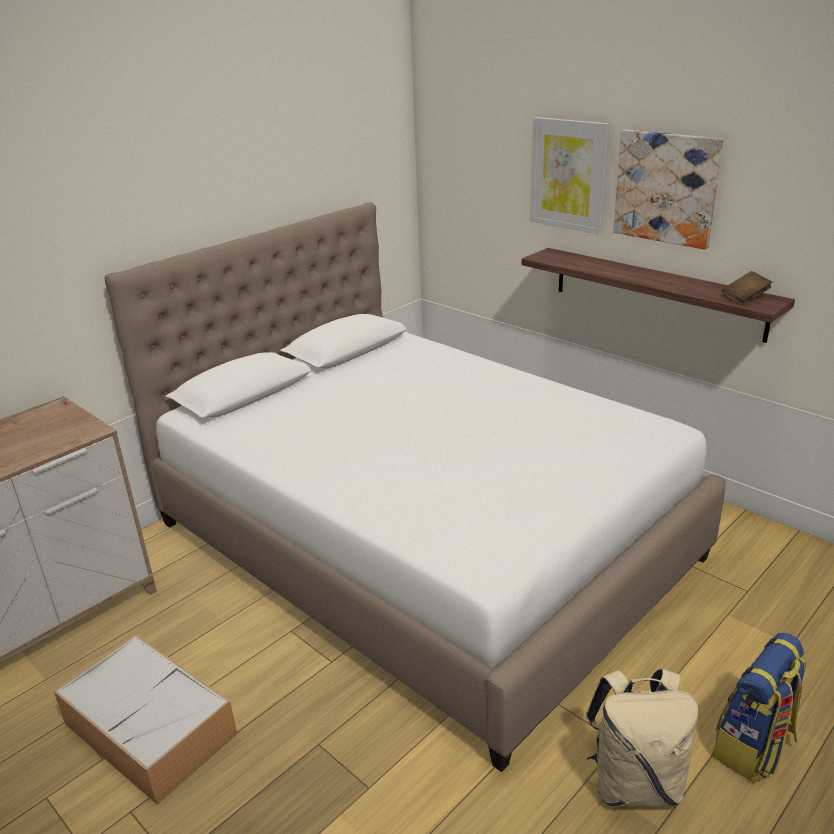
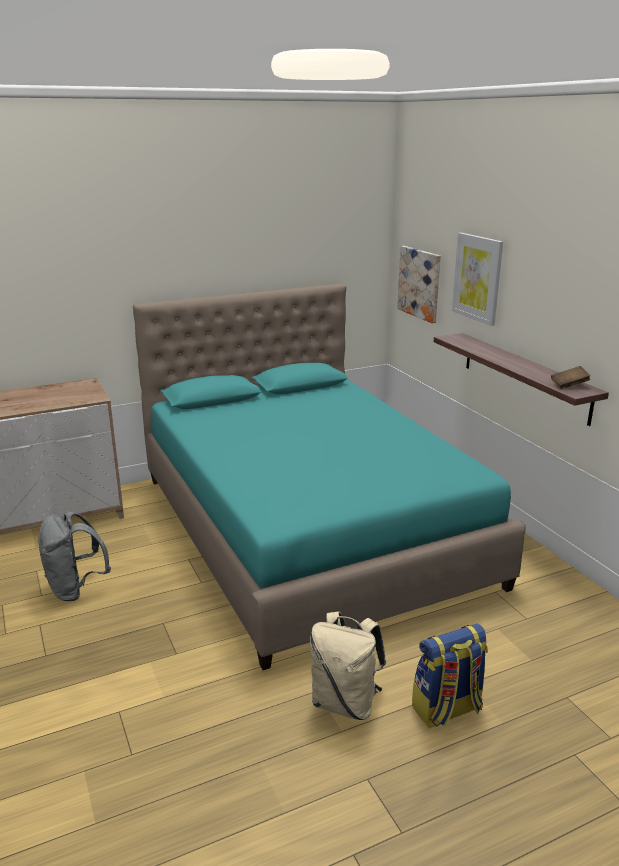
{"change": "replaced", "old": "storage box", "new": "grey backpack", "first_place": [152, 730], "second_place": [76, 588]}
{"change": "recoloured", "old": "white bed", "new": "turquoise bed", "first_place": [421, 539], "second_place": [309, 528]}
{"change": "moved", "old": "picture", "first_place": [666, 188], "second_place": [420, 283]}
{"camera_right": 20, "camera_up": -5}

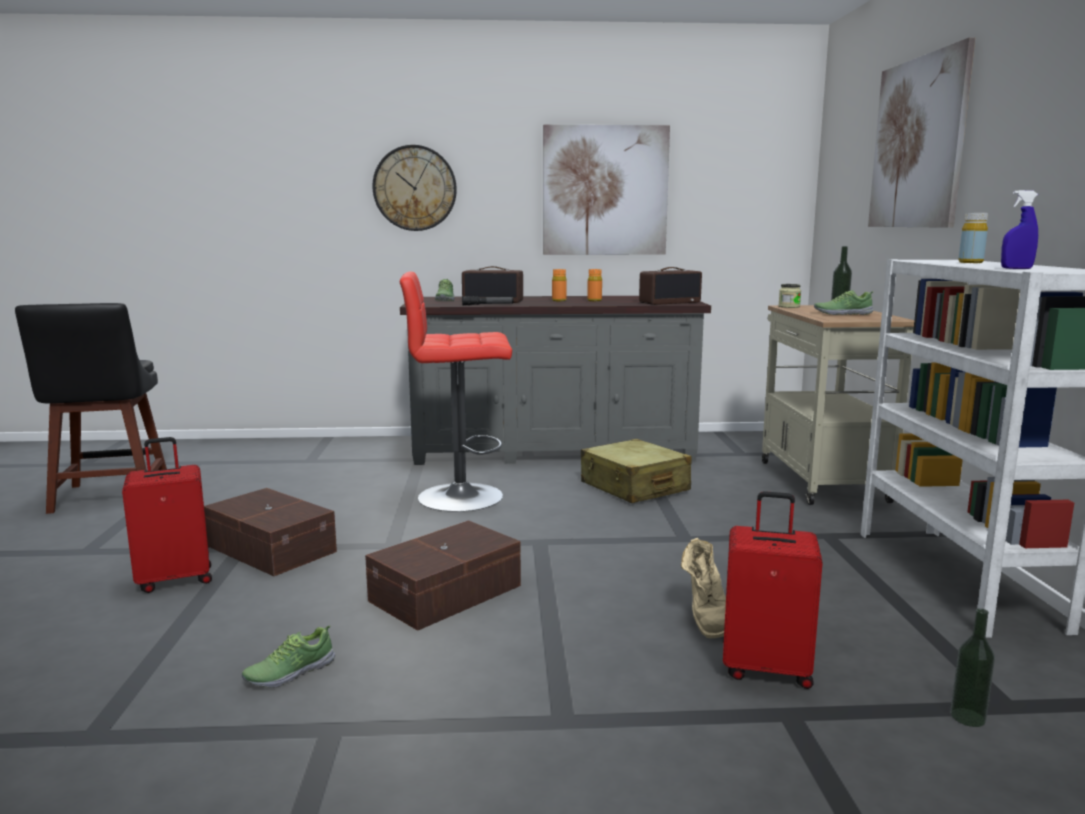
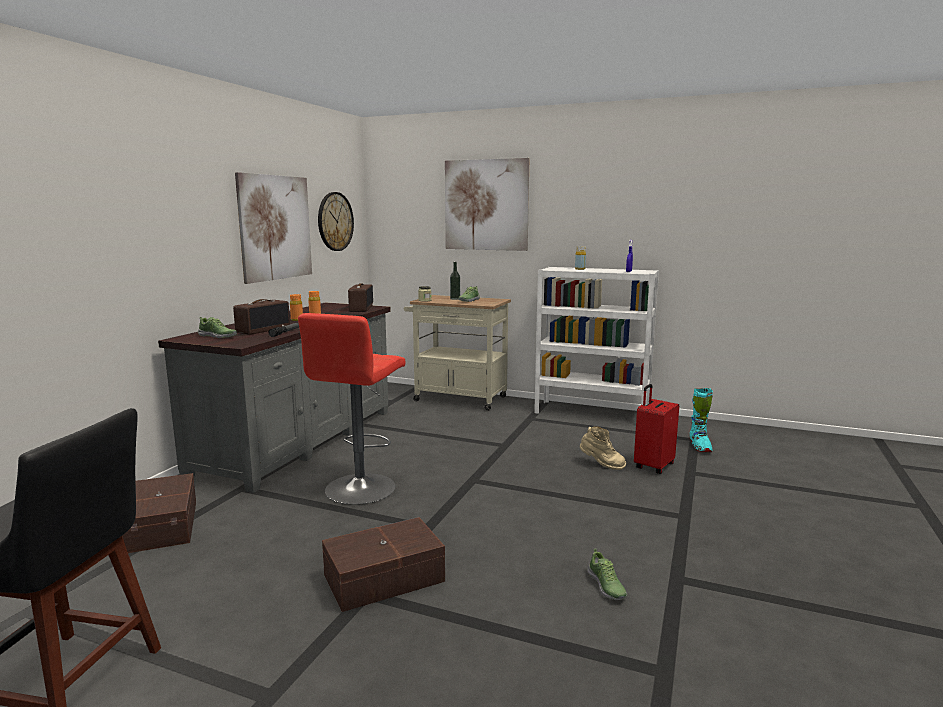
{"change": "removed", "old": "red suitcase", "first_place": [175, 579]}
{"change": "moved", "old": "brown storage box", "first_place": [448, 593], "second_place": [164, 525]}
{"change": "moved", "old": "wall clock", "first_place": [415, 188], "second_place": [335, 221]}
{"change": "removed", "old": "beige suitcase", "first_place": [634, 487]}
{"change": "replaced", "old": "bottle", "new": "turquoise boot", "first_place": [967, 717], "second_place": [700, 447]}
{"camera_right": -65, "camera_up": 0}

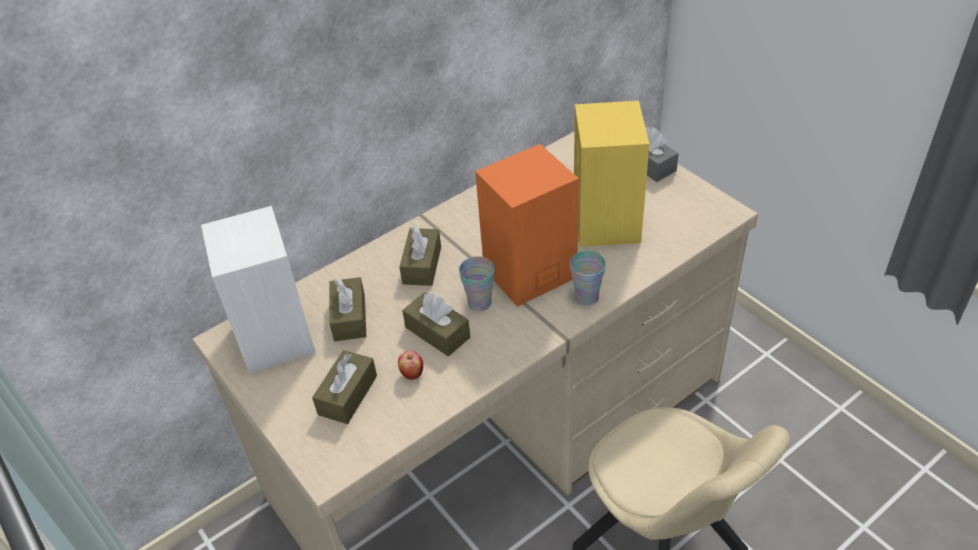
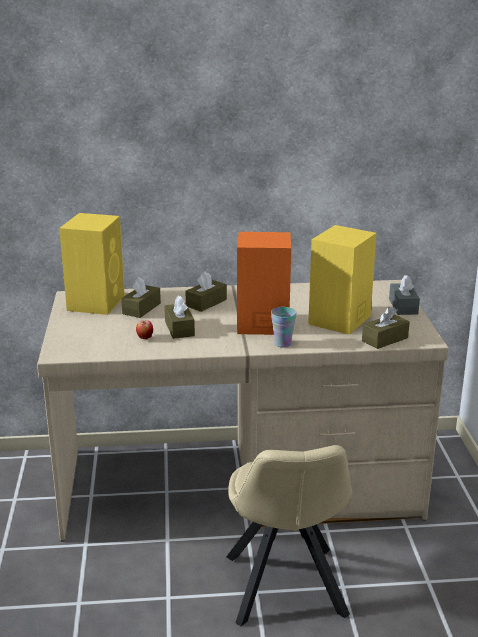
{"change": "recoloured", "old": "white speaker", "new": "yellow speaker", "first_place": [275, 334], "second_place": [96, 302]}
{"change": "moved", "old": "brown tissue box", "first_place": [347, 395], "second_place": [385, 339]}
{"change": "removed", "old": "cup", "first_place": [479, 303]}
{"camera_right": 30, "camera_up": -20}

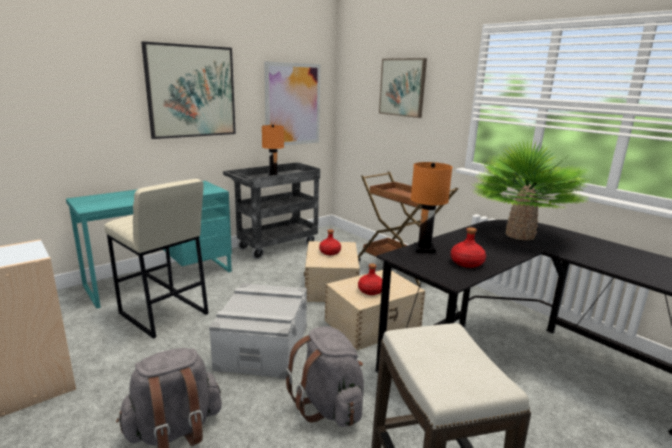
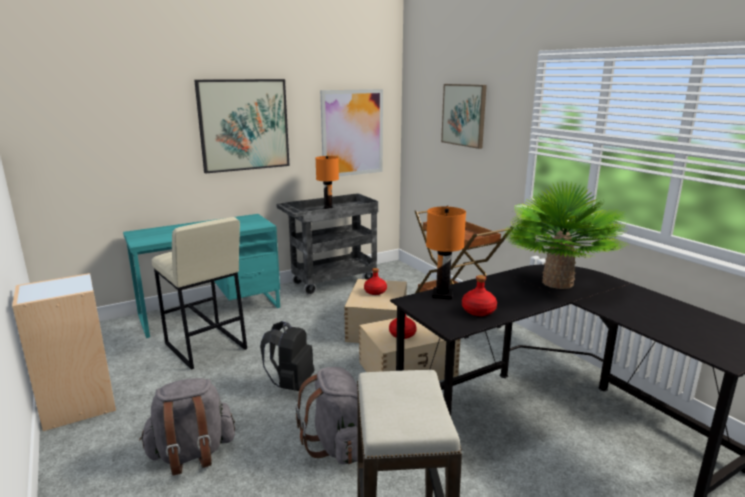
{"change": "replaced", "old": "grey storage box", "new": "black backpack", "first_place": [263, 346], "second_place": [291, 384]}
{"camera_right": 10, "camera_up": 0}

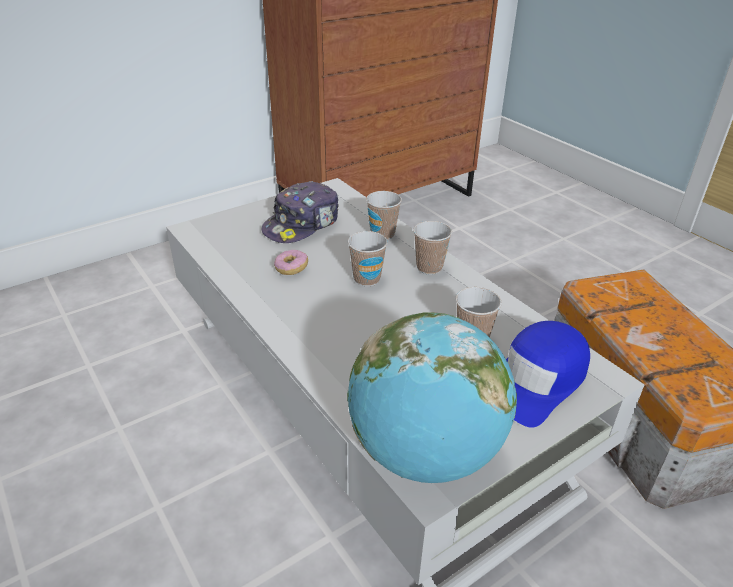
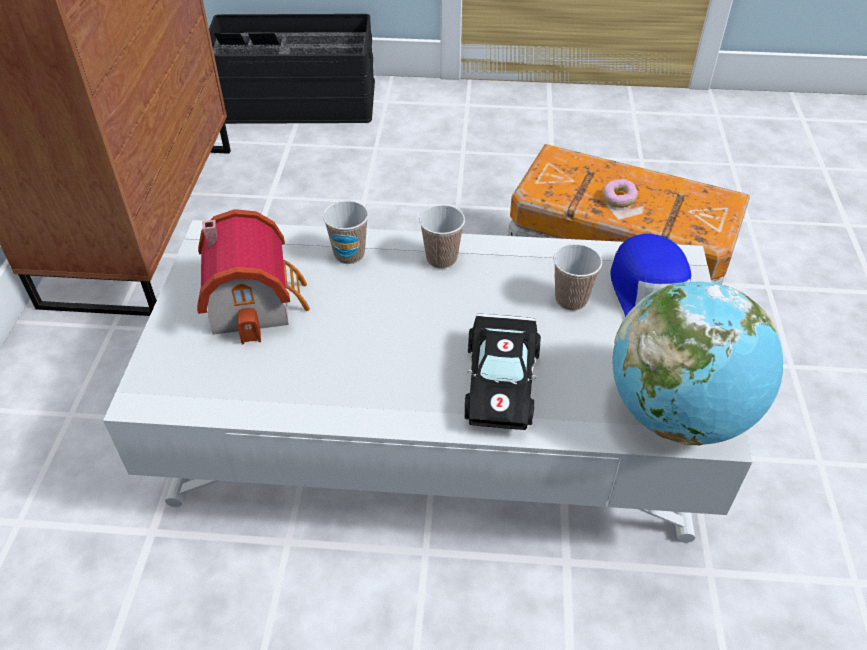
{"change": "replaced", "old": "cap", "new": "toy house", "first_place": [302, 225], "second_place": [256, 301]}
{"change": "moved", "old": "donut", "first_place": [291, 268], "second_place": [618, 199]}
{"change": "removed", "old": "cup", "first_place": [367, 279]}
{"change": "added", "new": "black storage box", "second_place": [295, 101]}
{"change": "added", "new": "black toy car", "second_place": [501, 380]}
{"camera_right": -50, "camera_up": 10}

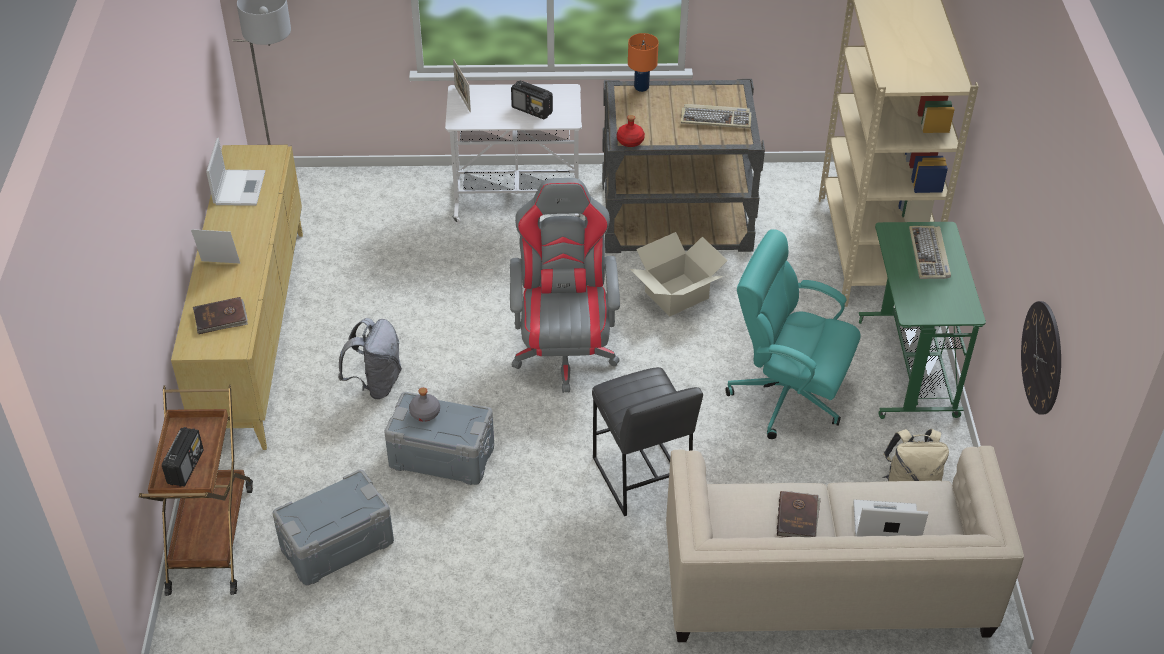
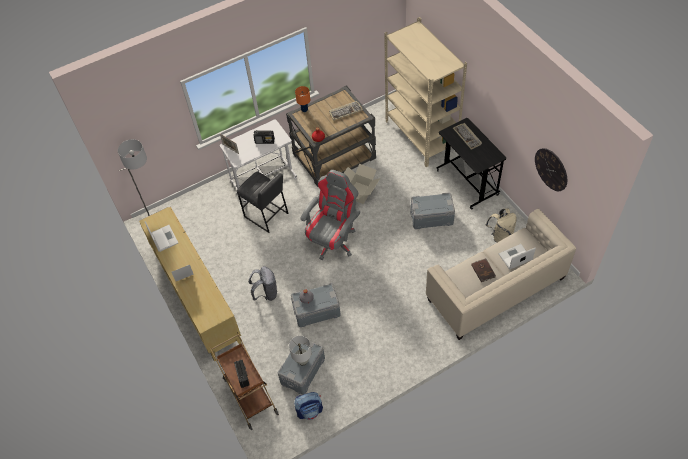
{"change": "removed", "old": "brown book", "first_place": [221, 318]}
{"change": "turned", "old": "grey office chair", "first_place": [564, 353], "second_place": [333, 241], "degrees": 60}
{"change": "moved", "old": "grey stool", "first_place": [642, 477], "second_place": [266, 215]}
{"change": "replaced", "old": "turquoise office chair", "new": "grey storage box", "first_place": [787, 397], "second_place": [431, 217]}
{"change": "recoloured", "old": "green desk", "new": "black desk", "first_place": [907, 368], "second_place": [467, 182]}
{"change": "added", "new": "white table lamp", "second_place": [302, 360]}
{"change": "added", "new": "backpack", "second_place": [310, 410]}
{"camera_right": -25, "camera_up": 10}

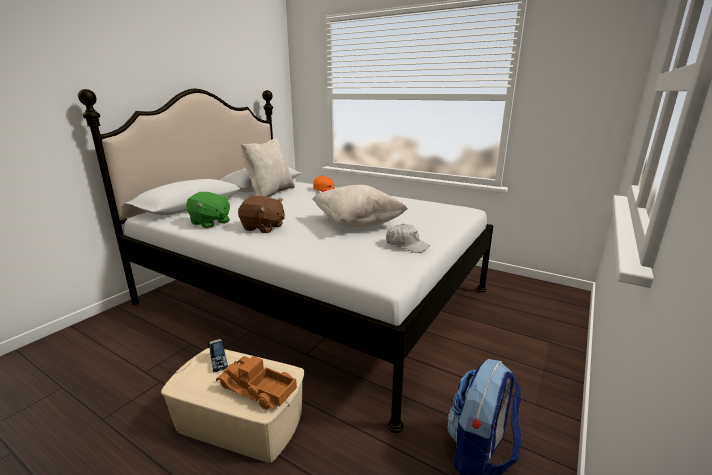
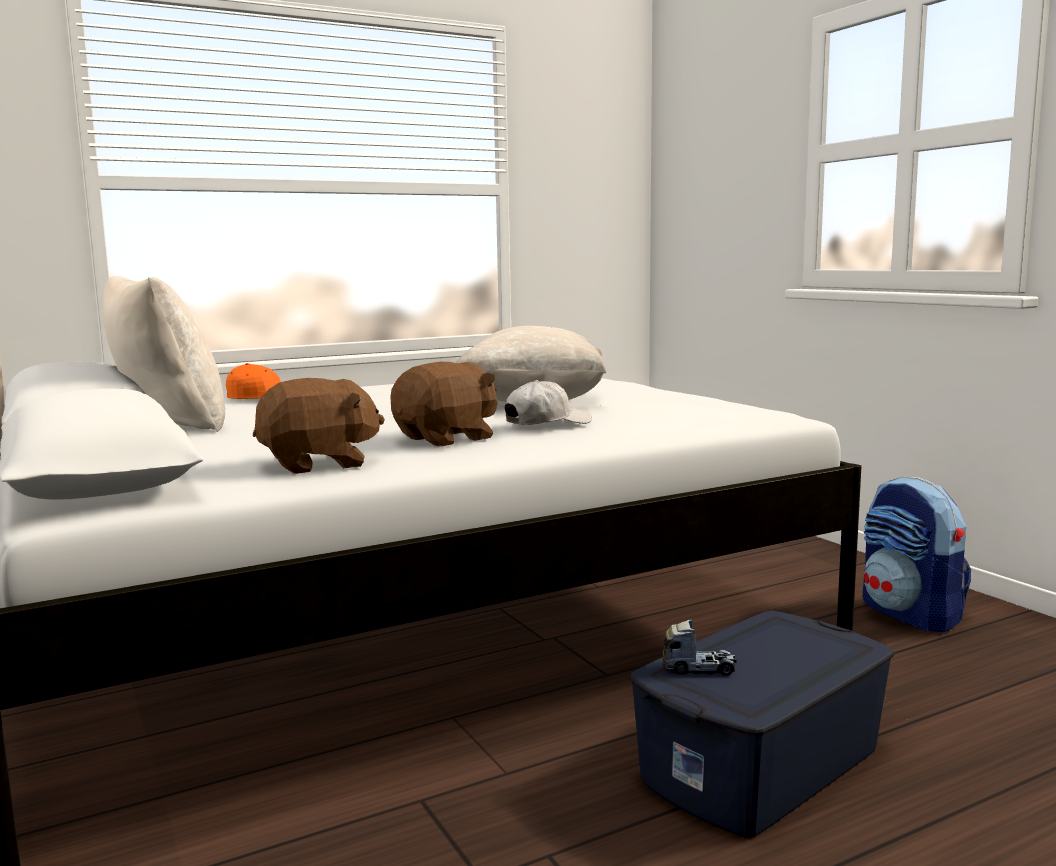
{"change": "recoloured", "old": "beige storage box", "new": "blue storage box", "first_place": [240, 422], "second_place": [763, 765]}
{"change": "recoloured", "old": "green plush toy", "new": "brown plush toy", "first_place": [210, 223], "second_place": [319, 464]}
{"change": "removed", "old": "toy truck", "first_place": [256, 390]}
{"change": "moved", "old": "white cap", "first_place": [407, 245], "second_place": [547, 422]}
{"camera_right": -60, "camera_up": -10}

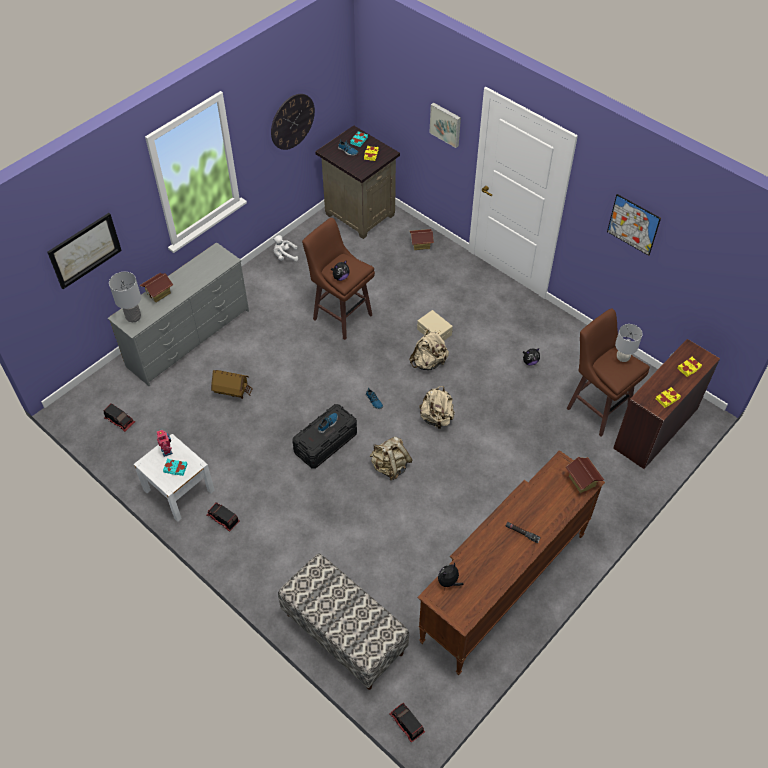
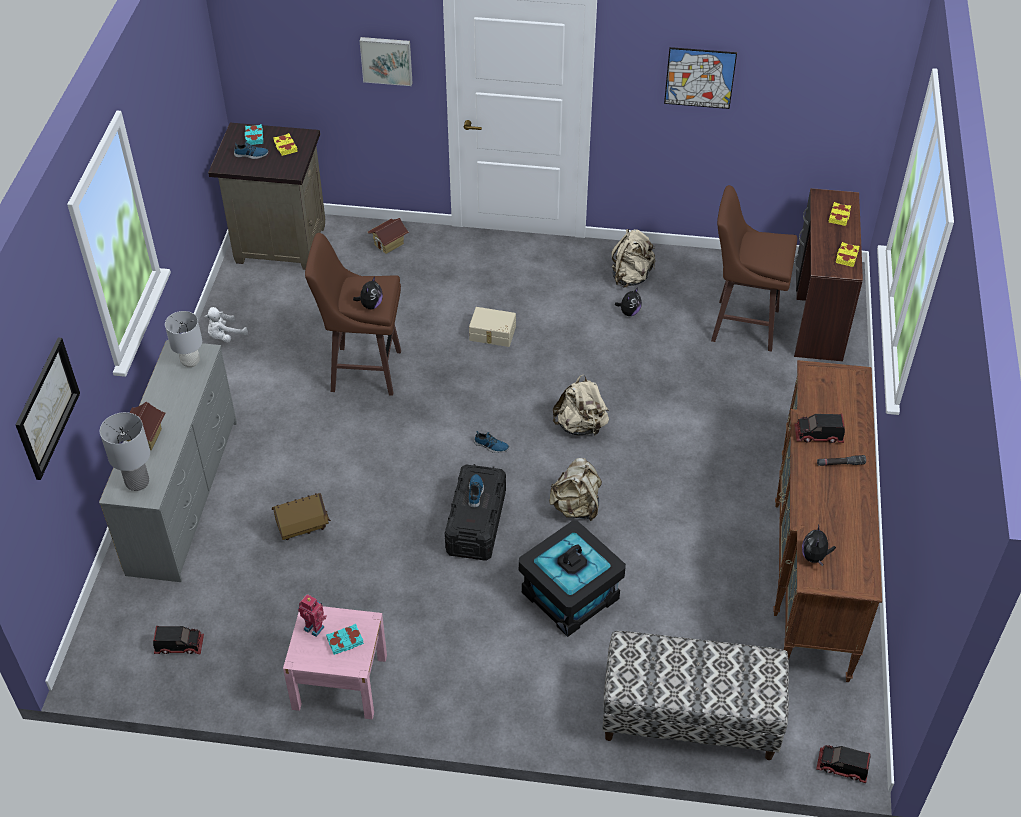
{"change": "recoloured", "old": "white nightstand", "new": "pink nightstand", "first_place": [179, 490], "second_place": [340, 682]}
{"change": "moved", "old": "toy truck", "first_place": [223, 519], "second_place": [818, 436]}
{"change": "removed", "old": "wall clock", "first_place": [292, 121]}
{"change": "moved", "old": "beige backpack", "first_place": [428, 362], "second_place": [631, 277]}
{"change": "removed", "old": "toy house", "first_place": [581, 481]}
{"change": "moved", "old": "grey table lamp", "first_place": [622, 357], "second_place": [190, 362]}
{"change": "added", "new": "black storage box", "second_place": [570, 596]}
{"camera_right": -35, "camera_up": -5}

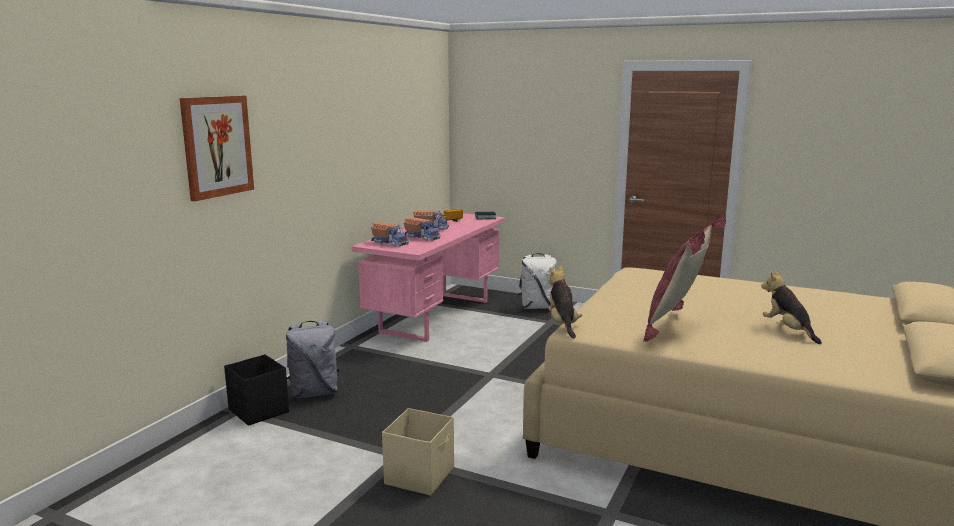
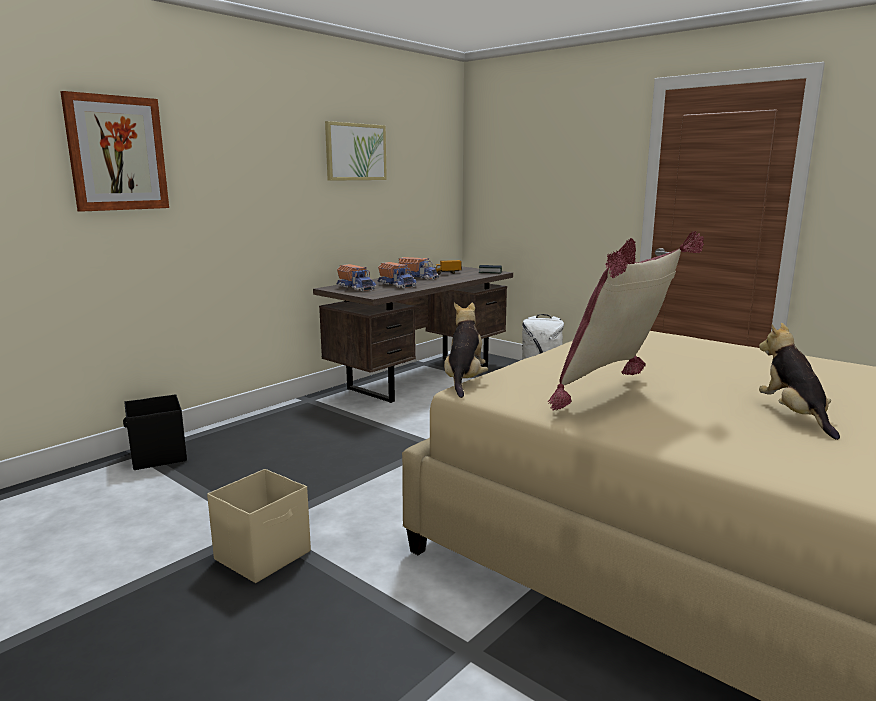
{"change": "removed", "old": "grey backpack", "first_place": [314, 392]}
{"change": "recoloured", "old": "pink desk", "new": "brown desk", "first_place": [436, 315], "second_place": [421, 377]}
{"change": "added", "new": "picture", "second_place": [355, 152]}
{"camera_right": 15, "camera_up": 0}

